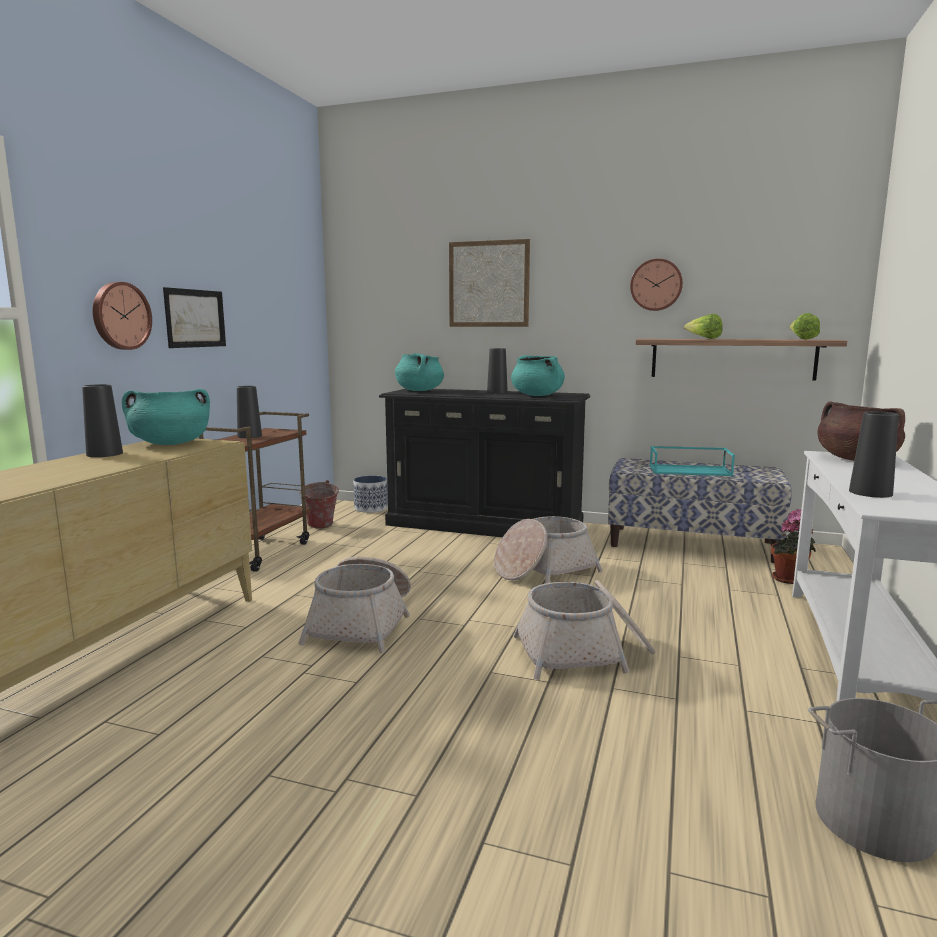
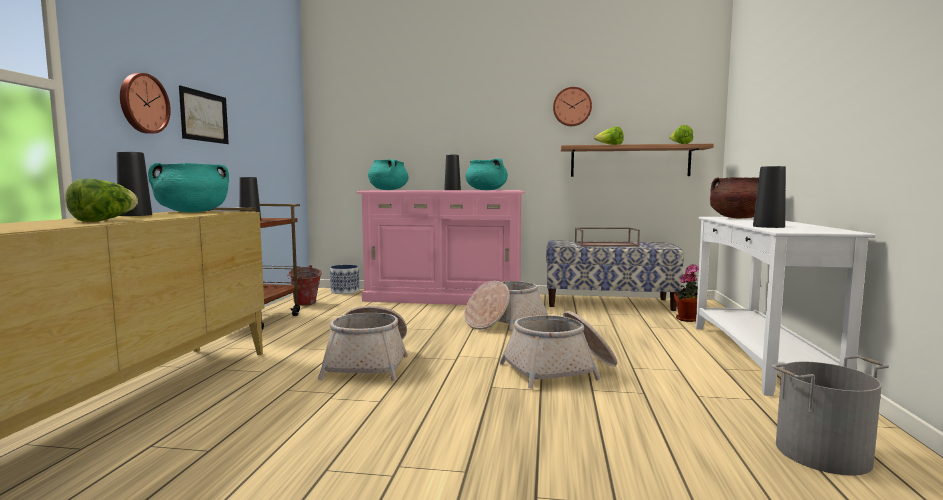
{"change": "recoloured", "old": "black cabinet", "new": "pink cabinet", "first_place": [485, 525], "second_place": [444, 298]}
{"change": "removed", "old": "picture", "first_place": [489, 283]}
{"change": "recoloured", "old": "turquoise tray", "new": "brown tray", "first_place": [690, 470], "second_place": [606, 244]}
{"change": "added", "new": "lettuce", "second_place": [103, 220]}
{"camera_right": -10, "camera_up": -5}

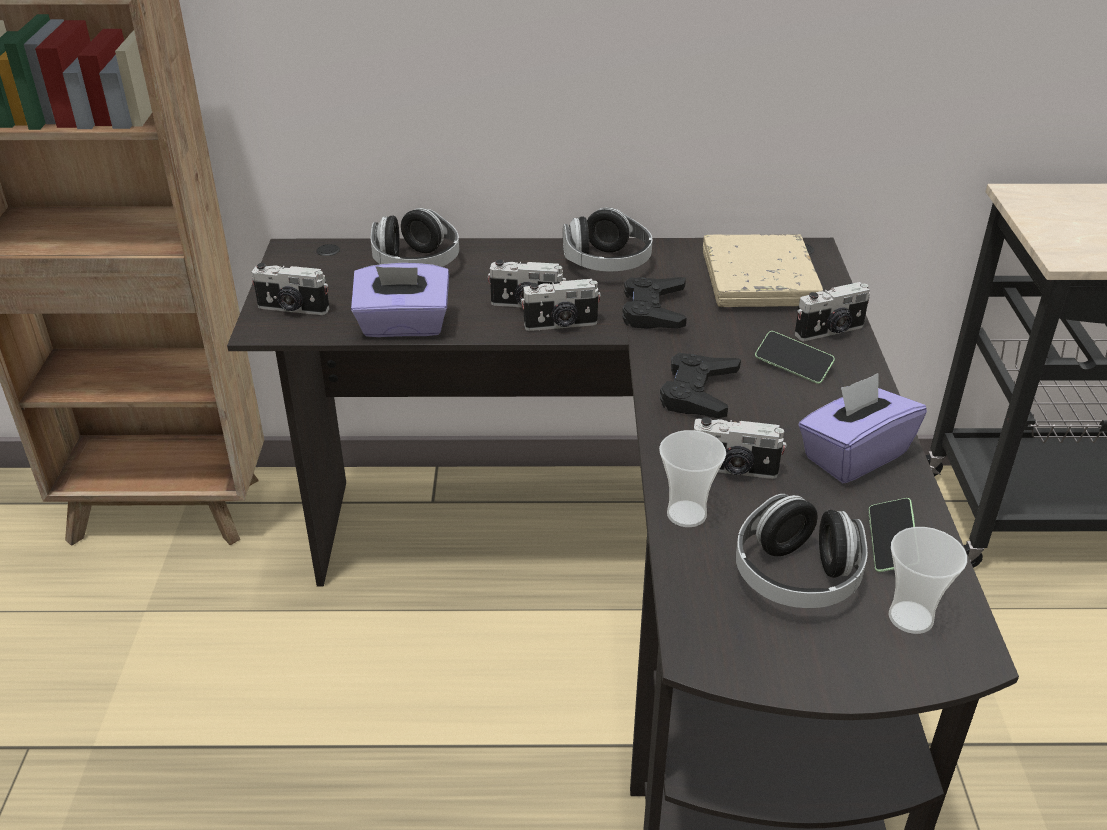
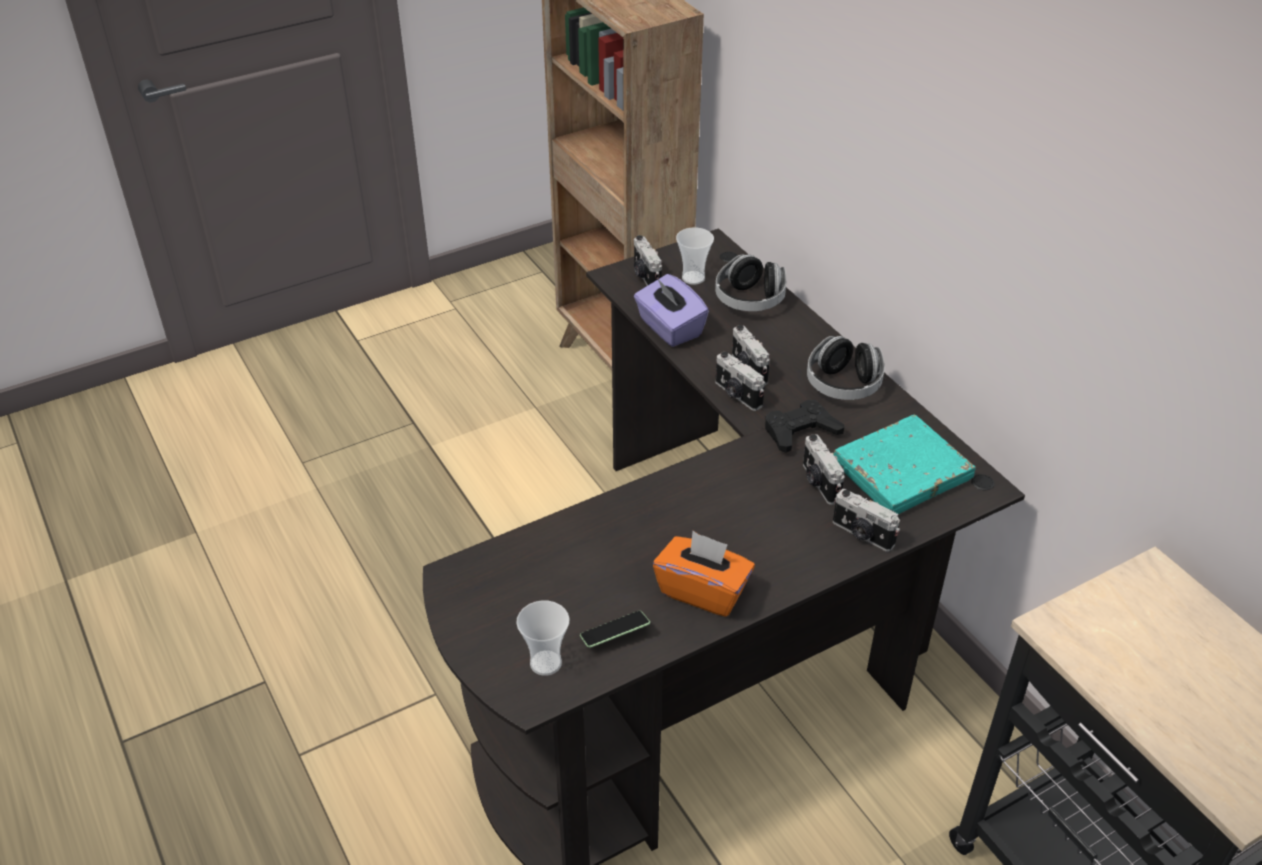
{"change": "moved", "old": "cup", "first_place": [686, 514], "second_place": [693, 278]}
{"change": "removed", "old": "black game controller", "first_place": [698, 392]}
{"change": "moved", "old": "photo camera", "first_place": [733, 470], "second_place": [819, 483]}
{"change": "recoloured", "old": "beige book", "new": "turquoise book", "first_place": [759, 279], "second_place": [901, 471]}
{"change": "removed", "old": "headphones", "first_place": [796, 577]}
{"change": "removed", "old": "phone", "first_place": [793, 366]}
{"change": "recoloured", "old": "purple tissue box", "new": "orange tissue box", "first_place": [853, 455], "second_place": [703, 591]}
{"camera_right": 60, "camera_up": 5}

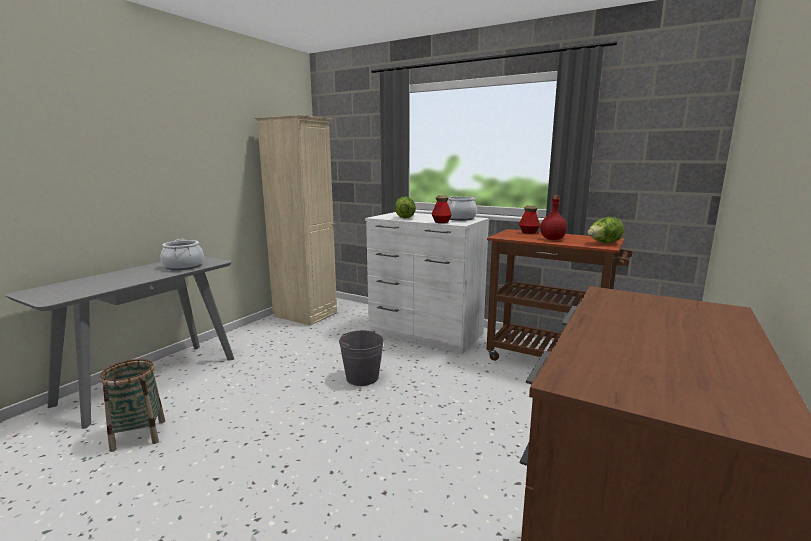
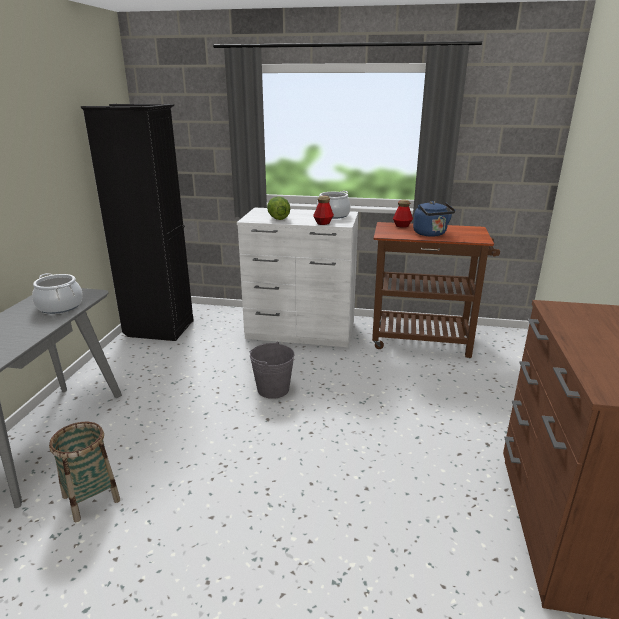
{"change": "recoloured", "old": "beige cabinet", "new": "black cabinet", "first_place": [306, 314], "second_place": [160, 328]}
{"change": "replaced", "old": "red bottle", "new": "blue kettle", "first_place": [552, 239], "second_place": [431, 234]}
{"change": "removed", "old": "lettuce", "first_place": [603, 243]}
{"camera_right": -20, "camera_up": 10}

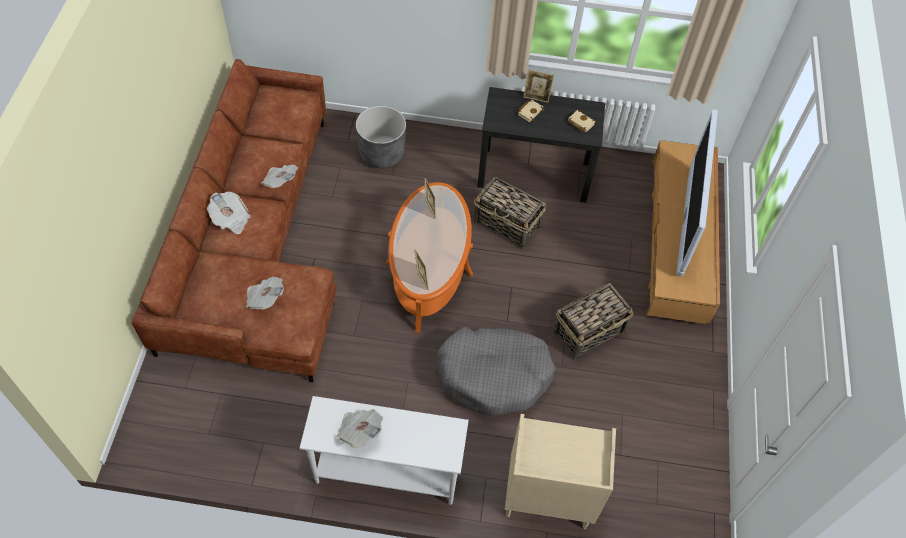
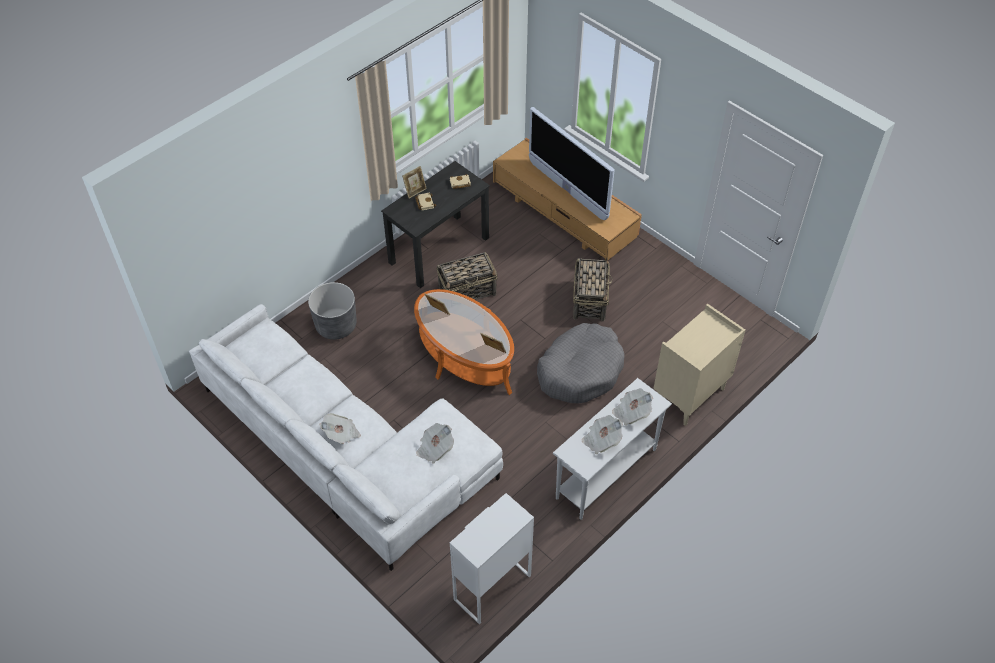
{"change": "recoloured", "old": "brown sofa", "new": "white sofa", "first_place": [254, 245], "second_place": [345, 452]}
{"change": "moved", "old": "newspaper", "first_place": [280, 181], "second_place": [631, 412]}
{"change": "added", "new": "white cabinet", "second_place": [490, 587]}
{"camera_right": -50, "camera_up": -5}

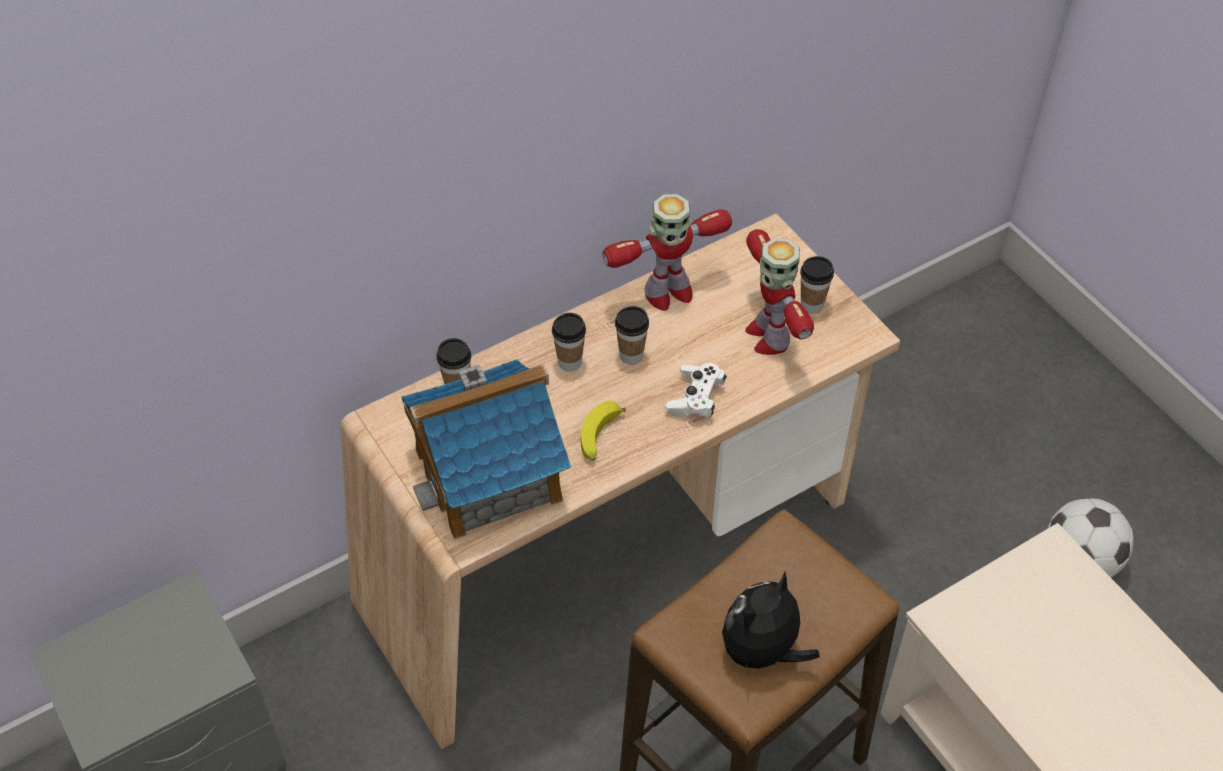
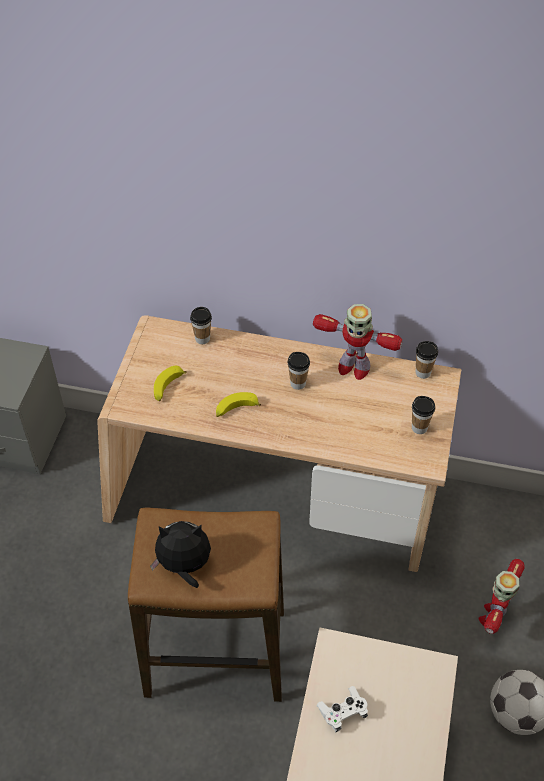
{"change": "replaced", "old": "toy house", "new": "banana", "first_place": [489, 475], "second_place": [168, 388]}
{"change": "moved", "old": "cup", "first_place": [569, 362], "second_place": [423, 372]}
{"change": "moved", "old": "white game controller", "first_place": [696, 398], "second_place": [343, 712]}
{"change": "moved", "old": "toy robot", "first_place": [768, 335], "second_place": [493, 616]}
{"camera_right": 45, "camera_up": 0}

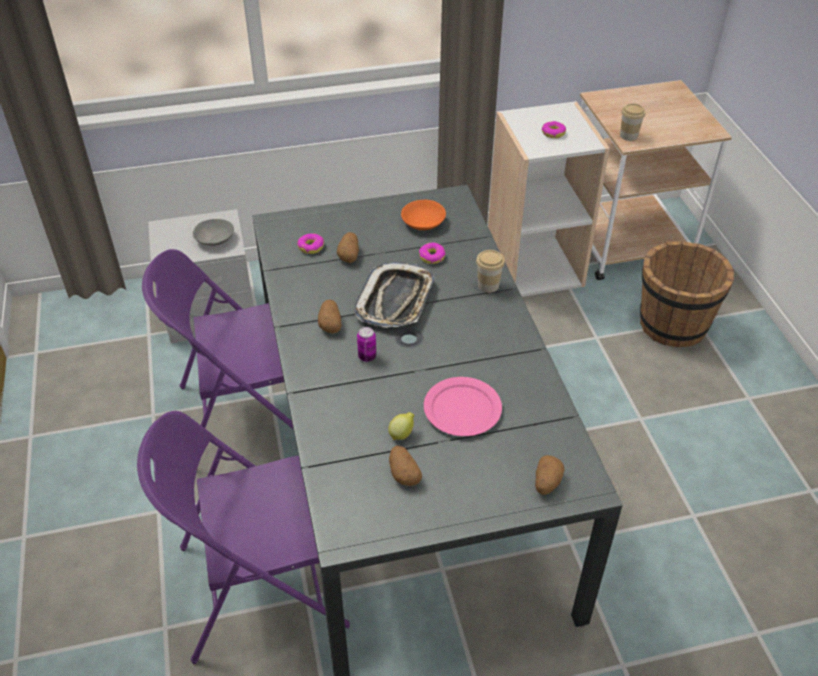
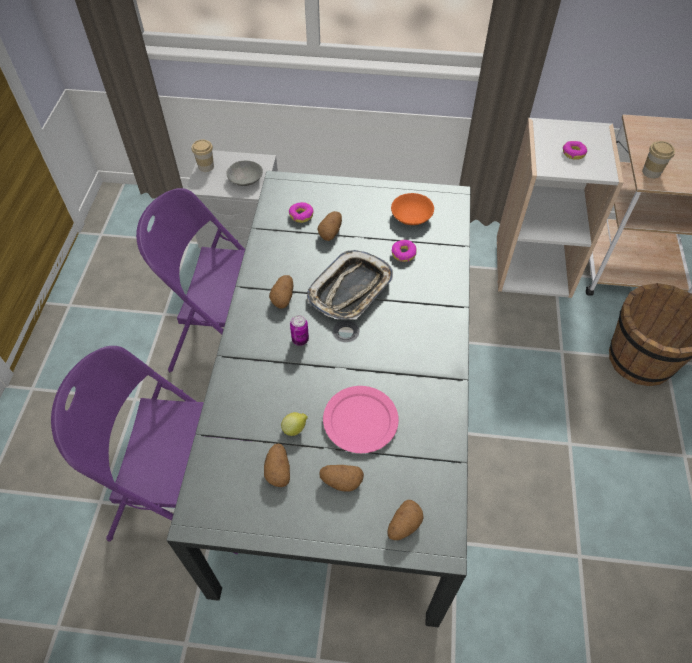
{"change": "moved", "old": "cup", "first_place": [488, 285], "second_place": [206, 166]}
{"change": "added", "new": "potato", "second_place": [341, 481]}
{"camera_right": 20, "camera_up": 10}

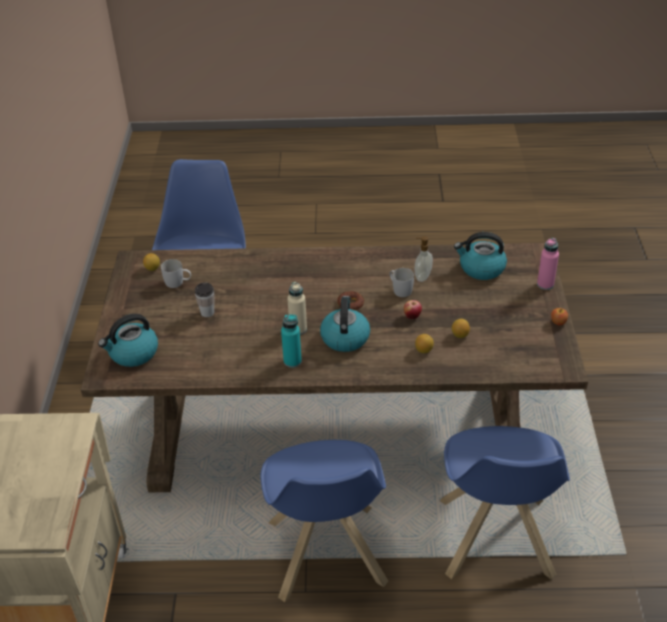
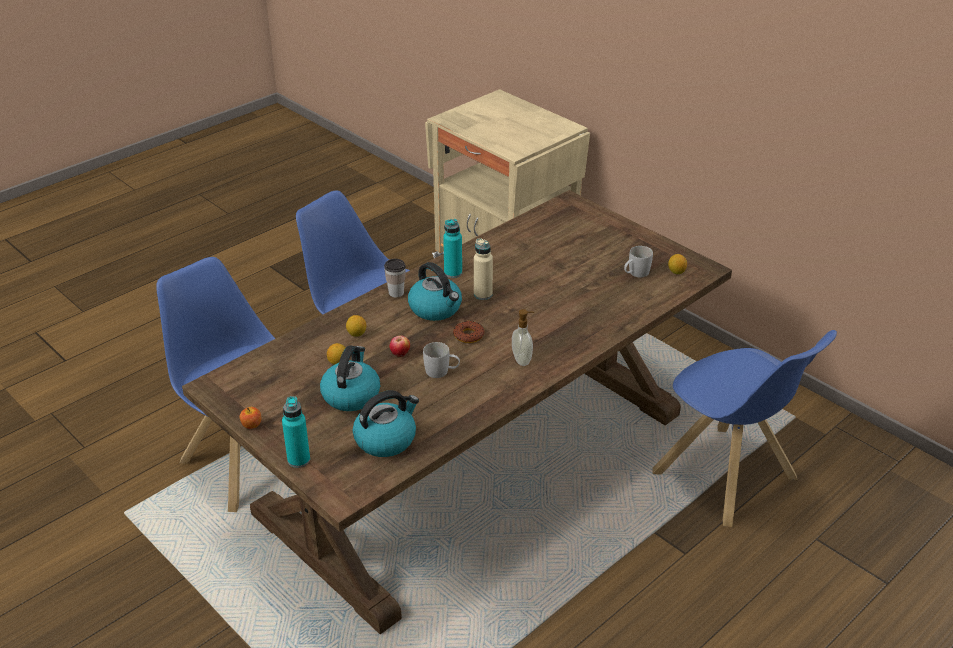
{"change": "moved", "old": "kettle", "first_place": [133, 353], "second_place": [351, 395]}
{"change": "moved", "old": "cup", "first_place": [207, 312], "second_place": [396, 293]}
{"change": "moved", "old": "soap dispenser", "first_place": [422, 276], "second_place": [522, 360]}
{"change": "recoloured", "old": "pink bottle", "new": "turquoise bottle", "first_place": [545, 284], "second_place": [298, 460]}
{"camera_right": 135, "camera_up": -5}

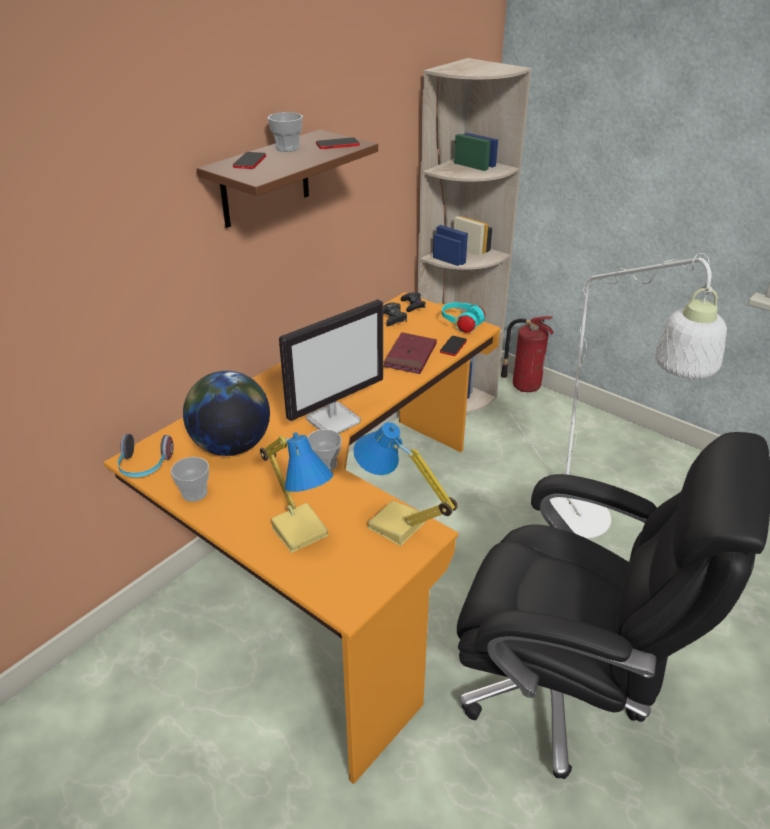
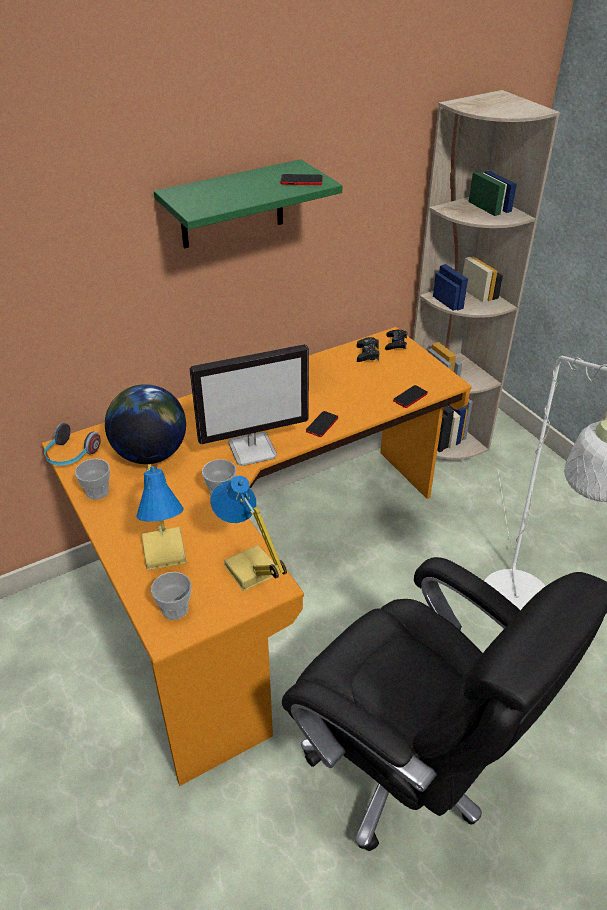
{"change": "recoloured", "old": "brown shelf", "new": "green shelf", "first_place": [265, 179], "second_place": [232, 205]}
{"change": "moved", "old": "phone", "first_place": [250, 161], "second_place": [322, 425]}
{"change": "moved", "old": "cup", "first_place": [287, 148], "second_place": [175, 609]}
{"change": "removed", "old": "red book", "first_place": [410, 356]}
{"change": "removed", "old": "turquoise headphones", "first_place": [462, 326]}
{"change": "removed", "old": "fire extinguisher", "first_place": [524, 386]}
{"camera_right": 20, "camera_up": 5}

